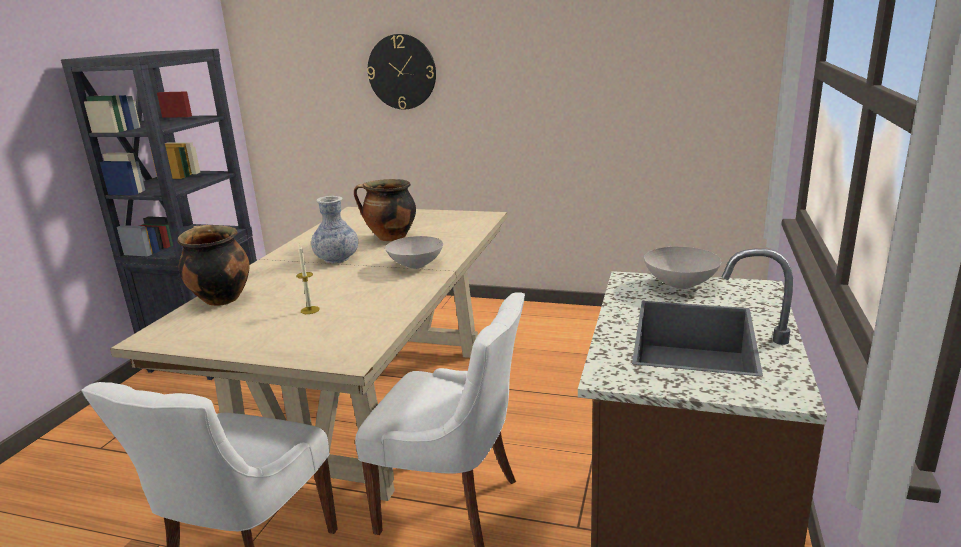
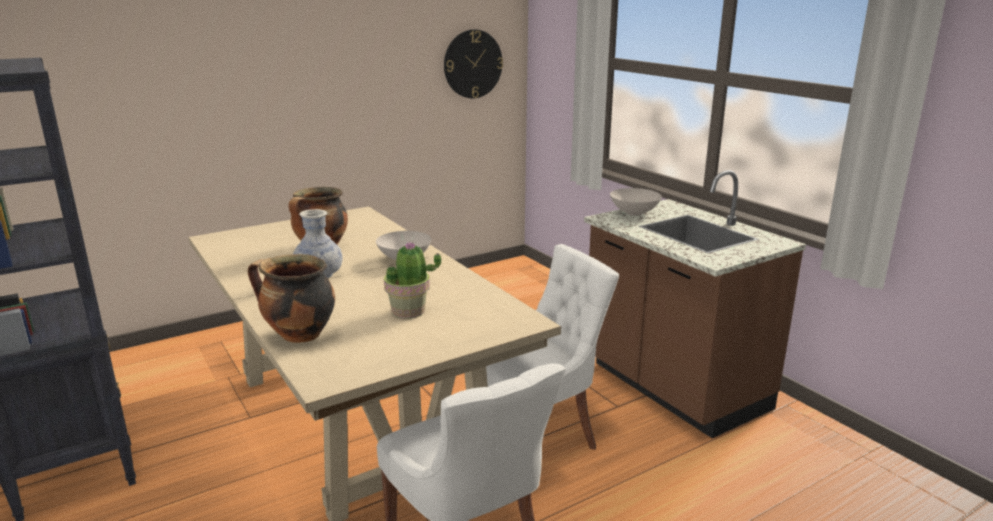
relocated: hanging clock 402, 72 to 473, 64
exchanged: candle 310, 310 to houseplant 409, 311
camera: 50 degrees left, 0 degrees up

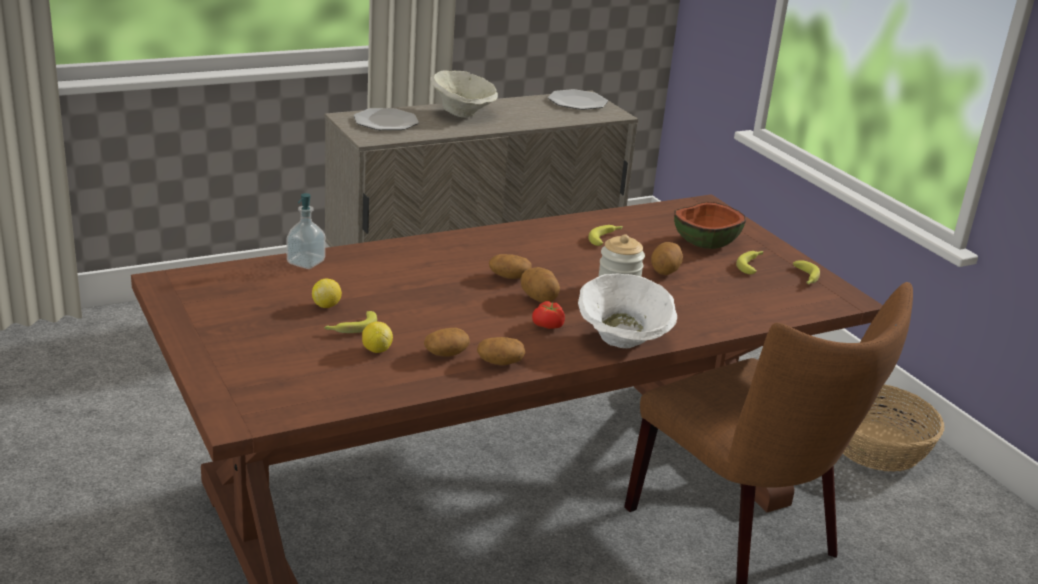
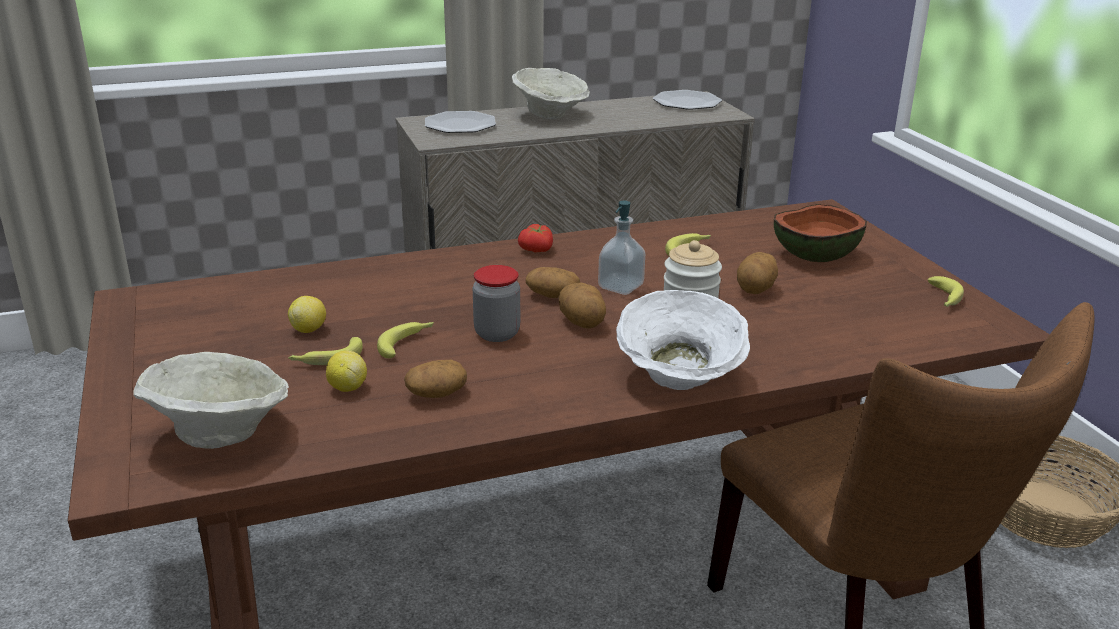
missing: potato 500, 362
appeared: storage jar 497, 334; bowl (beige-coloured) 222, 435
relocated: soap dispenser 306, 262 to 620, 287; whole banana 752, 265 to 407, 343; fresh tomato 549, 326 to 537, 250
camera: 10 degrees right, 0 degrees up

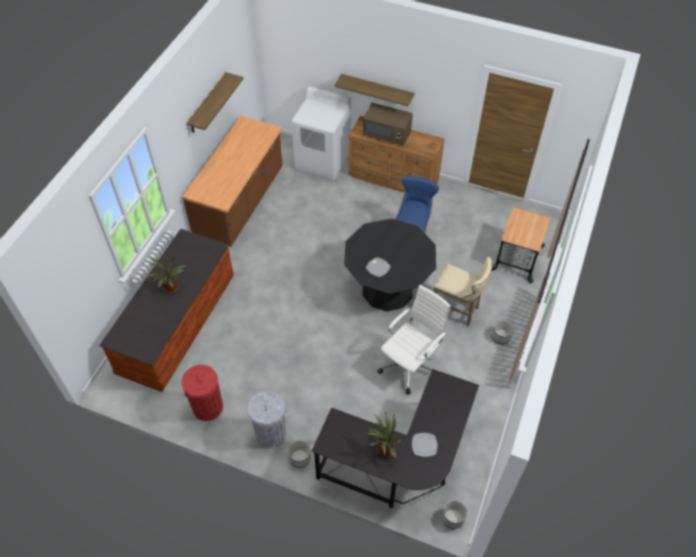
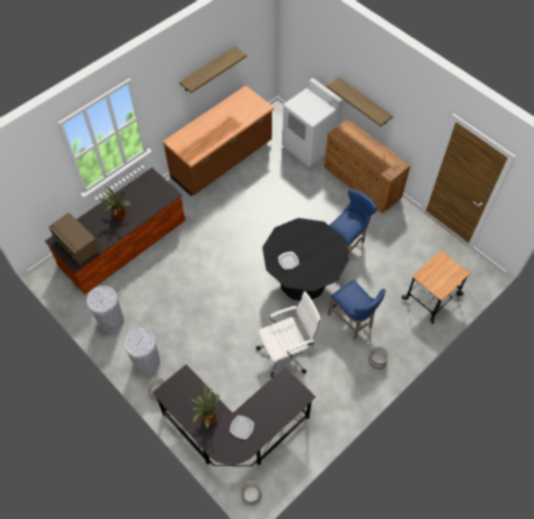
relocated: microwave (brown-coloured) 387, 134 to 78, 246
colour: stool seat (beige-coloured) 456, 310 to stool seat (bluish) 352, 322; rubbish bin (red-coloured) 208, 407 to rubbish bin (greyish) 111, 321
camera: 25 degrees right, 5 degrees up

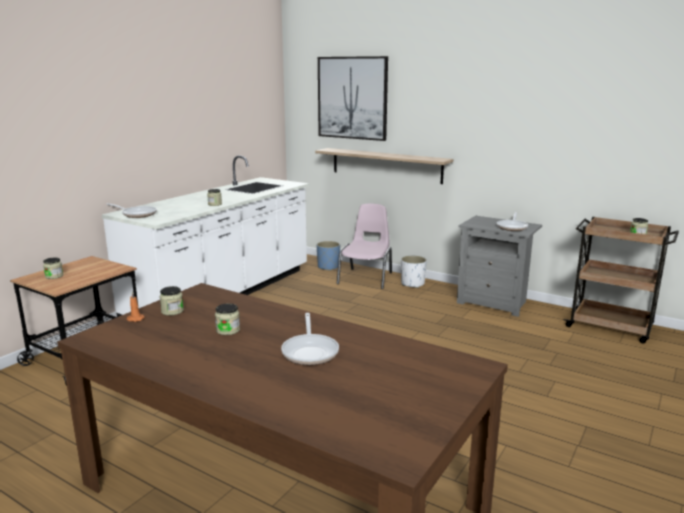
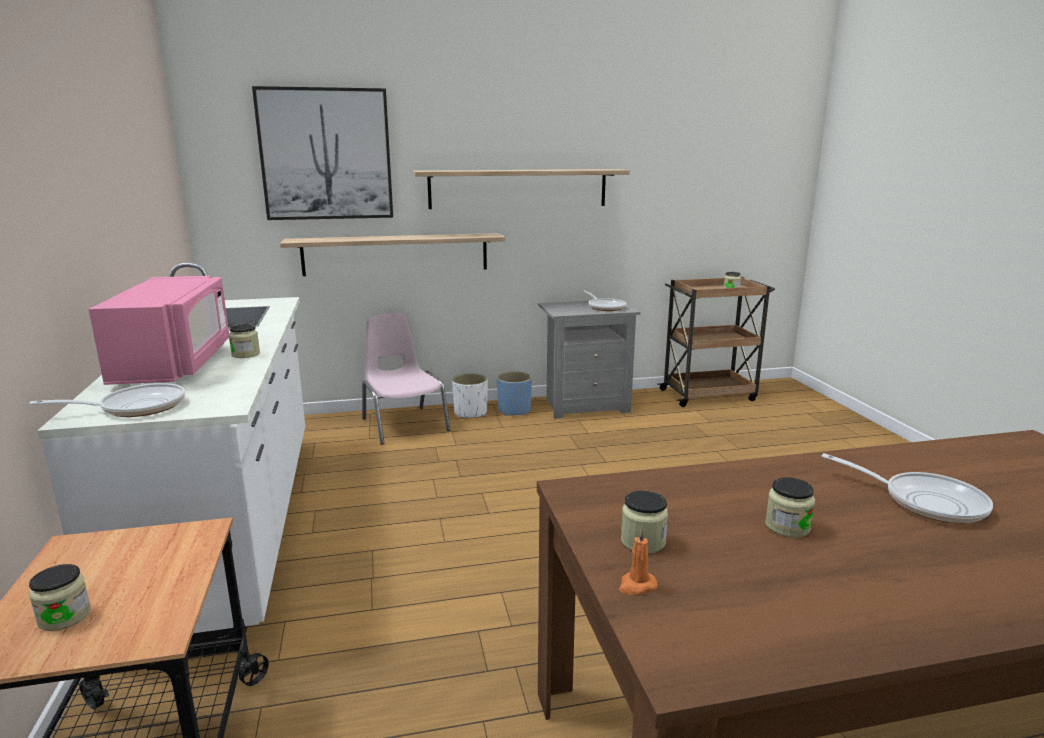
appeared: shelf 518, 188; microwave (pink-coloured) 175, 364
relocated: flower pot (bluish) 328, 267 to 514, 410
camera: 45 degrees left, 0 degrees up

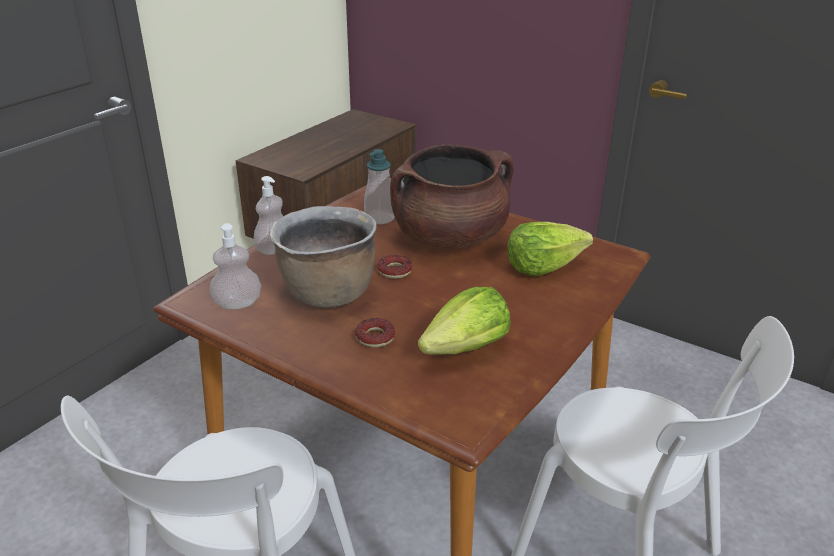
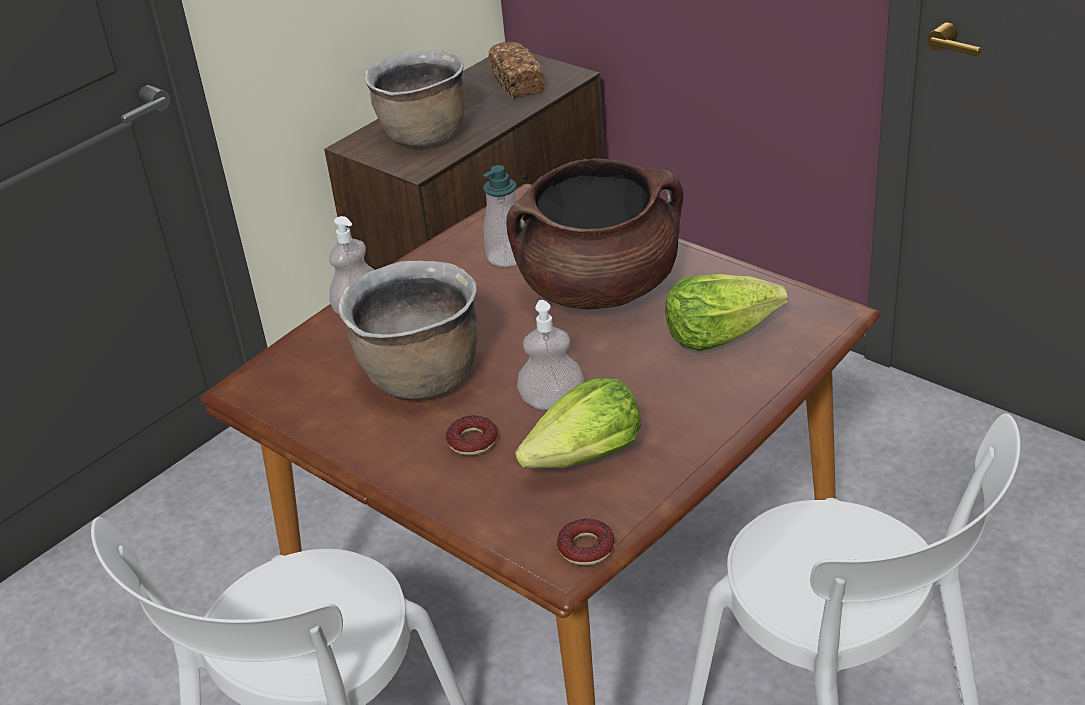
appeared: bakery bread 517, 84; saucepot (brown-coloured) 423, 136
relocated: soap dispenser 237, 303 to 552, 401; donut 395, 271 to 586, 548
camera: 10 degrees right, 5 degrees up

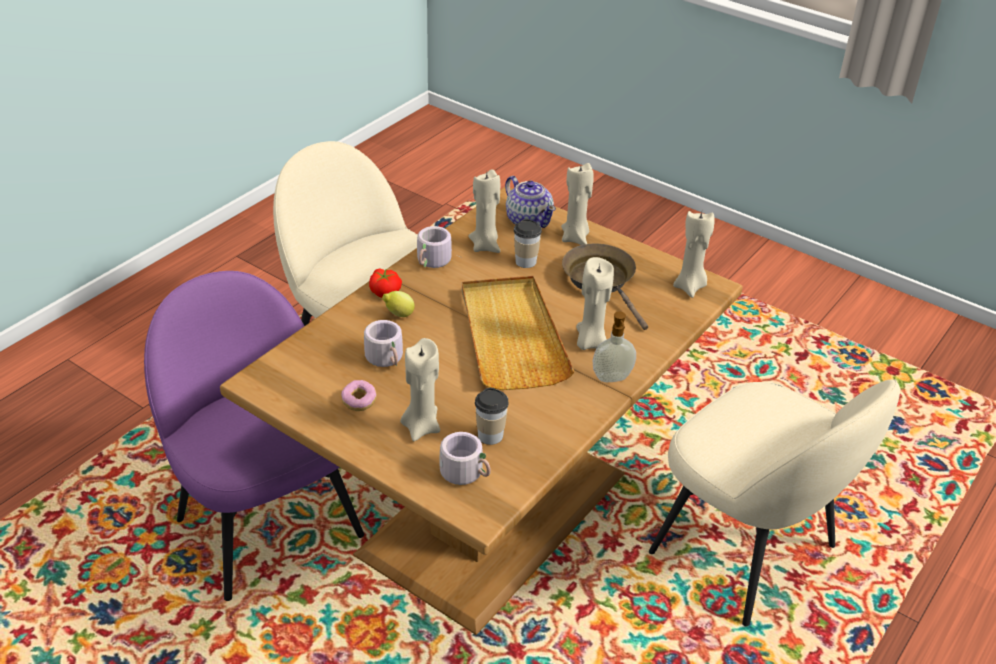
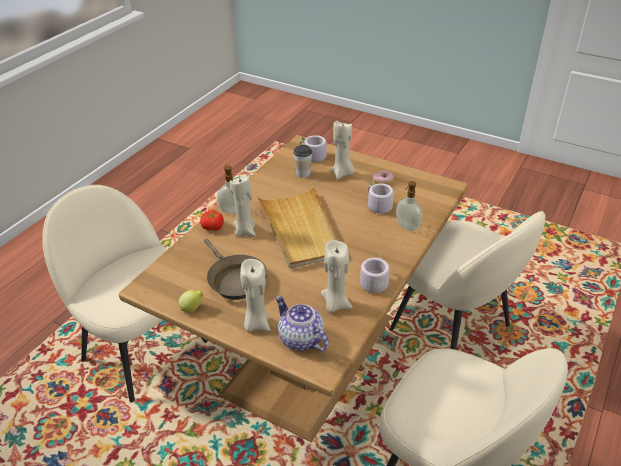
missing: candle (beige-coloured) 690, 287; small cup 525, 262
appeared: soap dispenser 407, 227
relocated: fresh tomato 385, 291 to 212, 227; lemon 398, 315 to 192, 308
colour: upright chair (purple-coloured) 268, 524 to upright chair (beige-coloured) 452, 330
camera: 175 degrees right, 0 degrees up

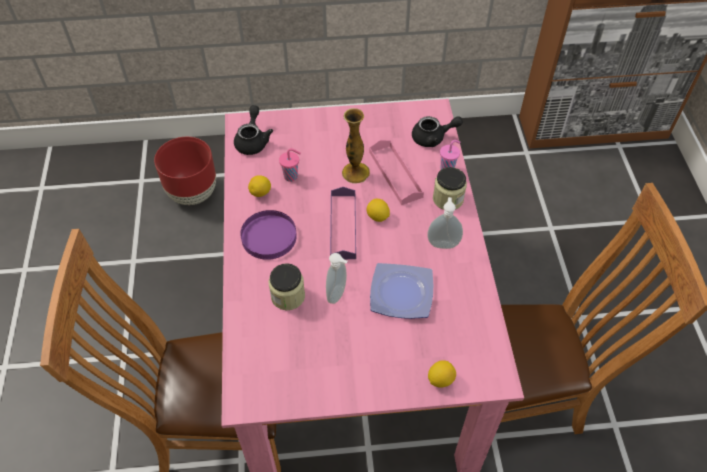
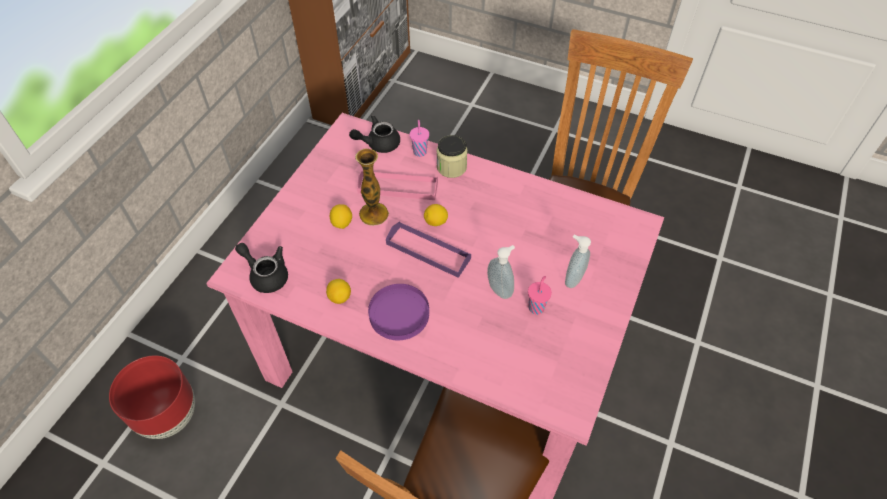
missing: storage jar 288, 296; plate 400, 294
relocated: small cup (pink-coloured) 291, 176 to 536, 307; soap dispenser 443, 243 to 572, 278; lemon 440, 379 to 342, 223
spun: teapot (black) 433, 138 = 378, 143 135 degrees counterclockwise
camera: 60 degrees left, 0 degrees up

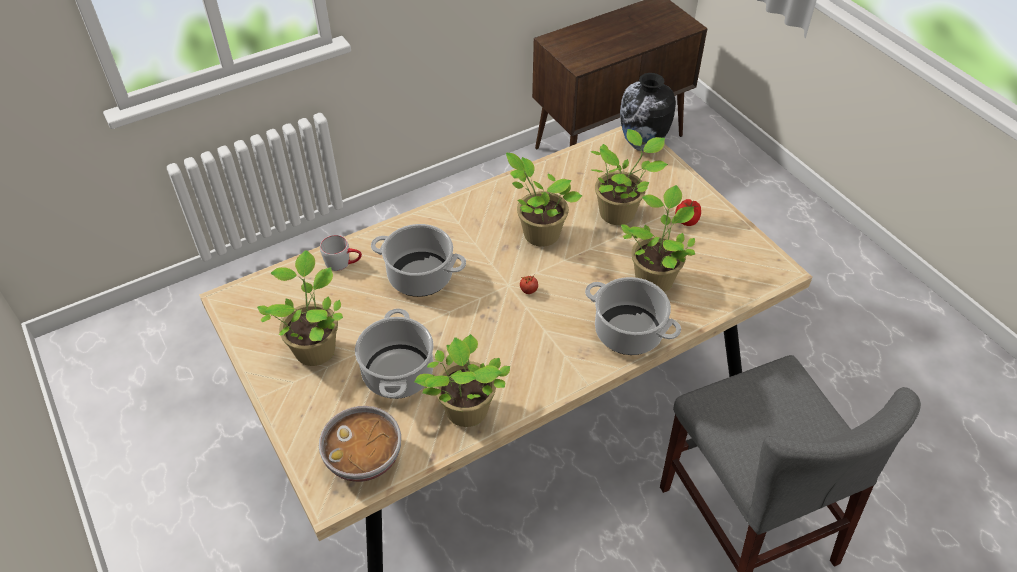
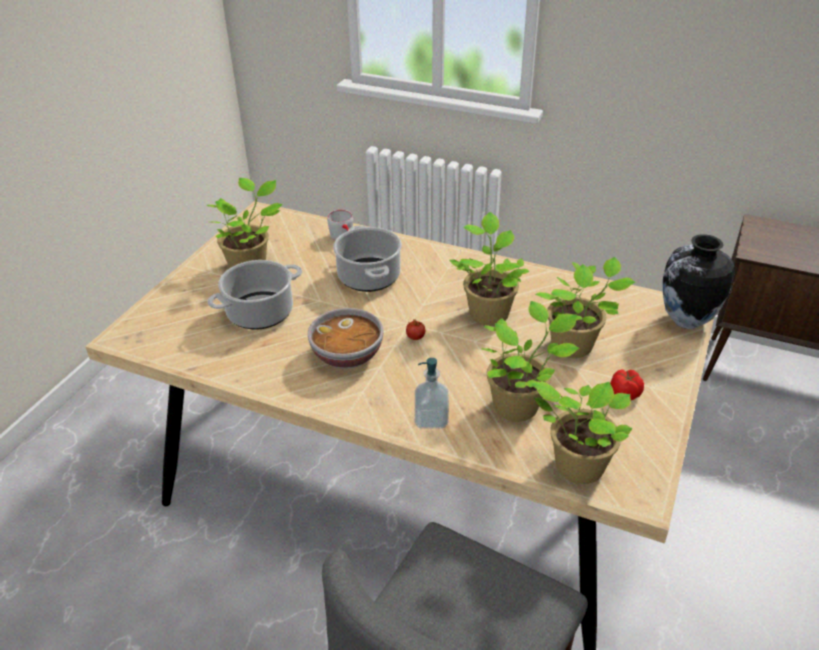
relocated: houseplant 464, 412 to 575, 466; bowl 365, 458 to 347, 356
exchanged: saucepot 629, 332 to soap dispenser 431, 419
camera: 55 degrees right, 10 degrees down

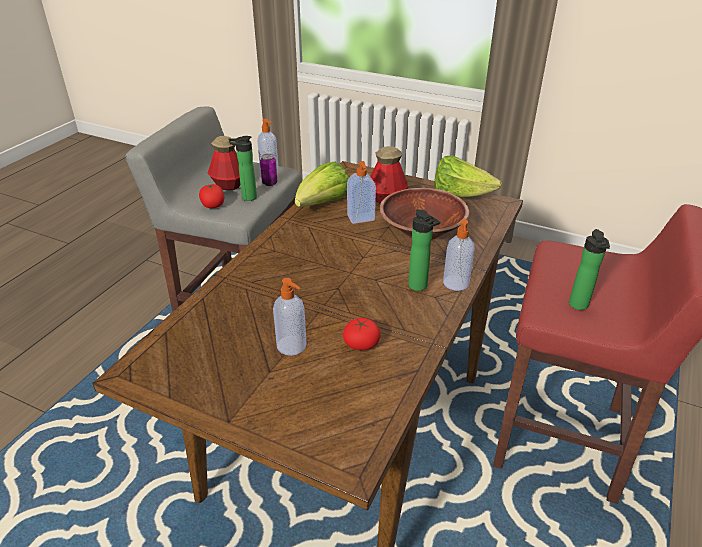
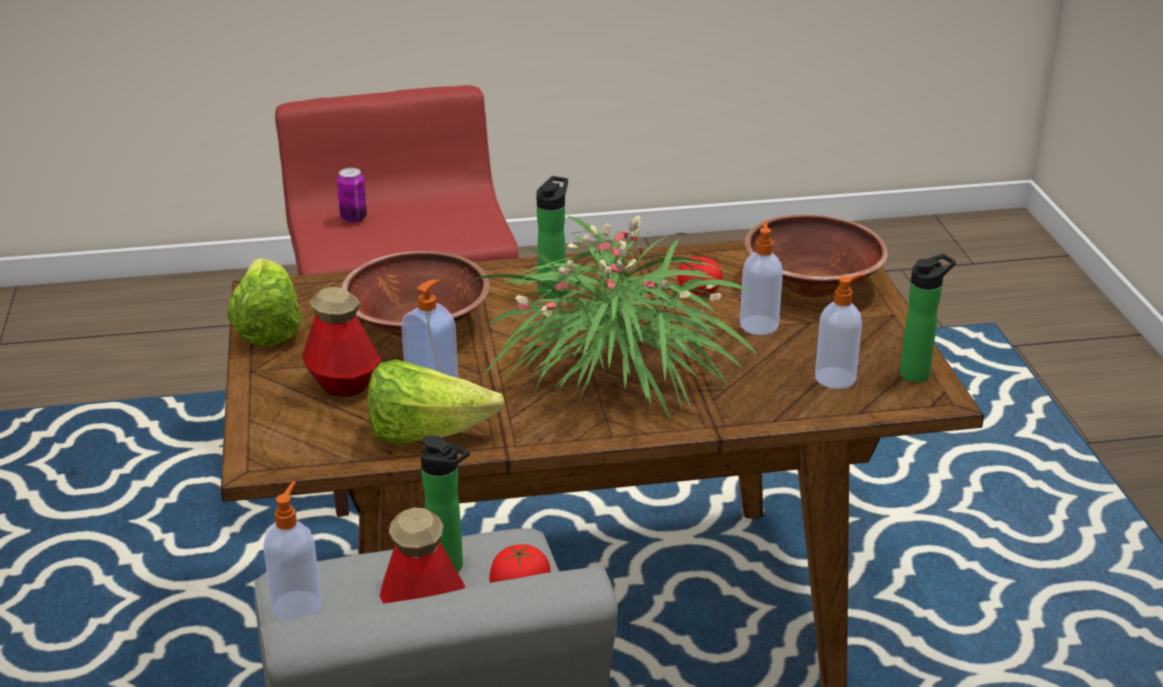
appeared: bowl (brown-coloured) 811, 284; houseplant 618, 369
relocated: can 269, 183 to 353, 218; soap dispenser 456, 283 to 836, 378; beverage bottle 579, 306 to 918, 373
camera: 125 degrees left, 5 degrees down

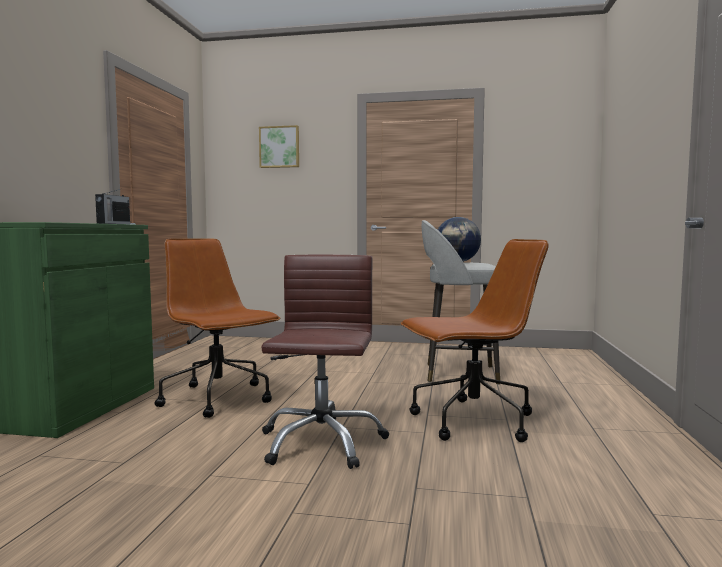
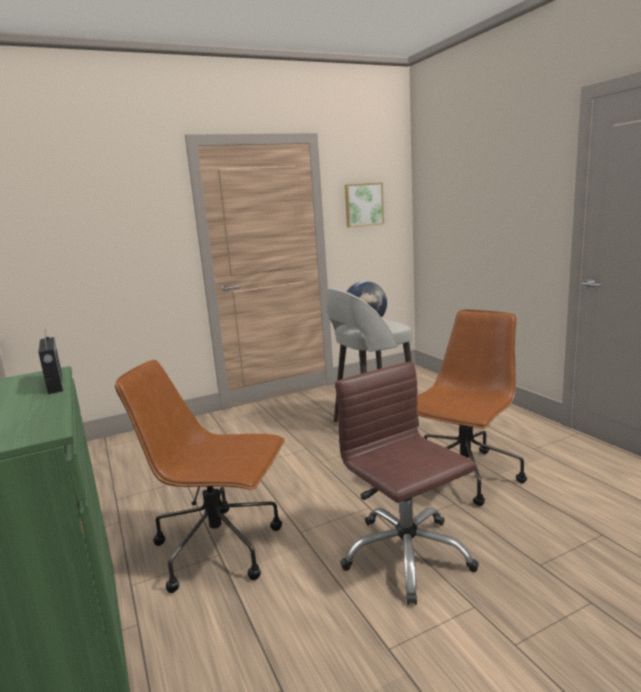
relocated: picture 279, 147 to 363, 204
camera: 35 degrees left, 10 degrees up

